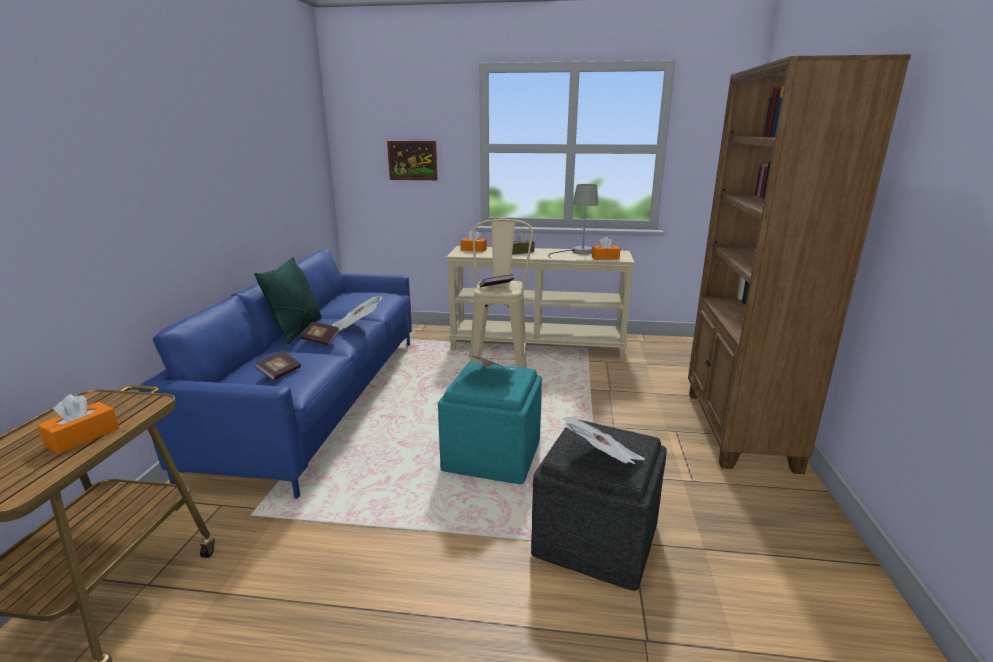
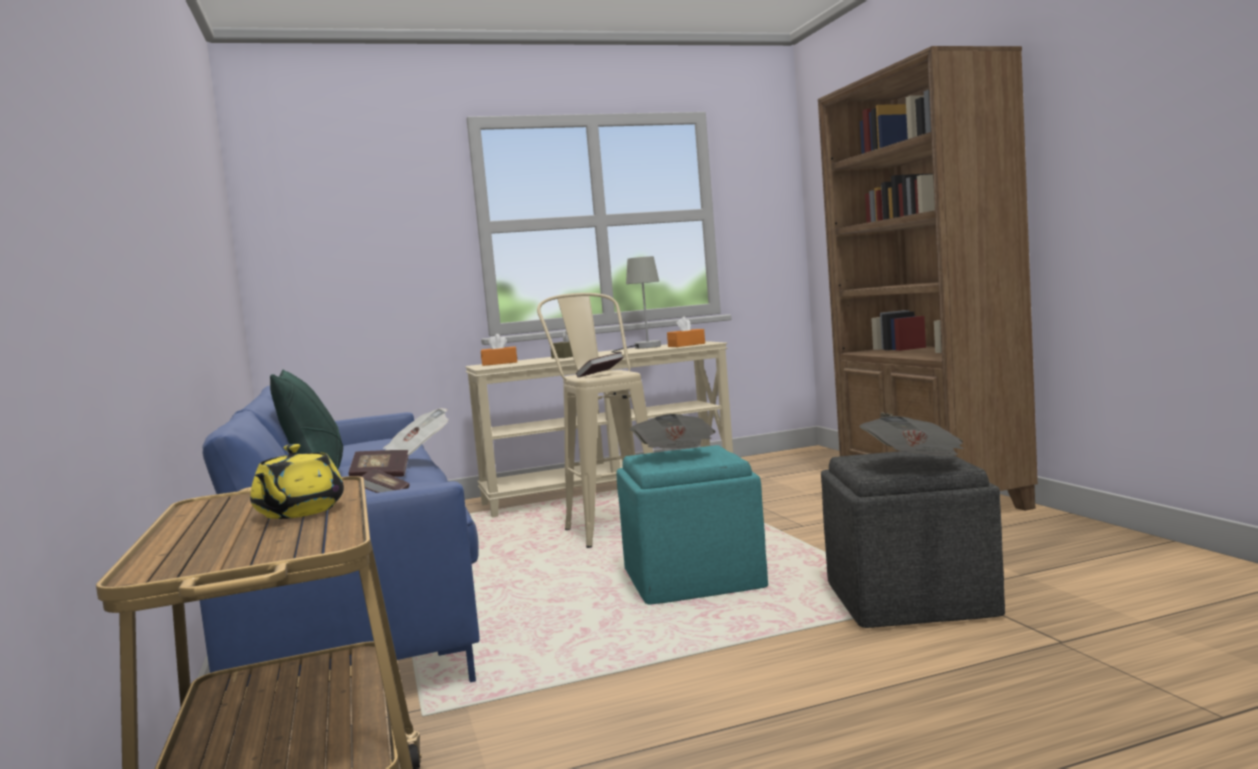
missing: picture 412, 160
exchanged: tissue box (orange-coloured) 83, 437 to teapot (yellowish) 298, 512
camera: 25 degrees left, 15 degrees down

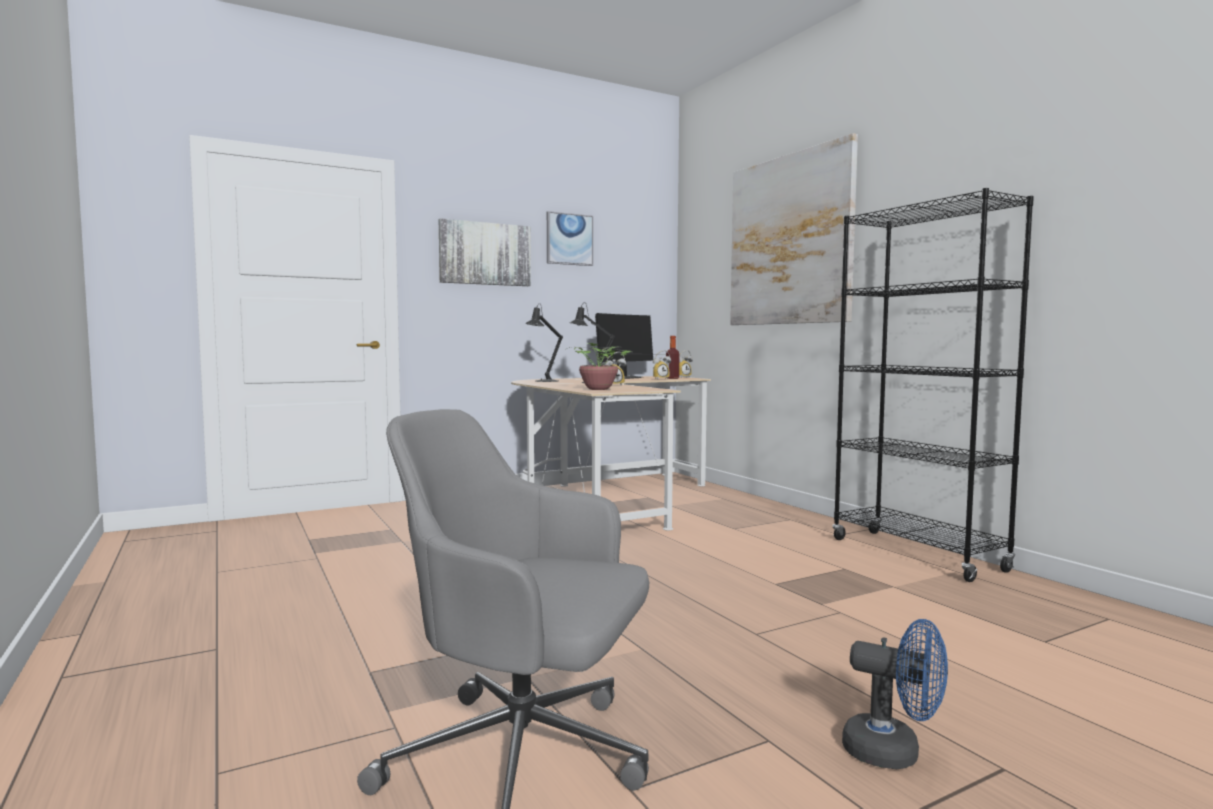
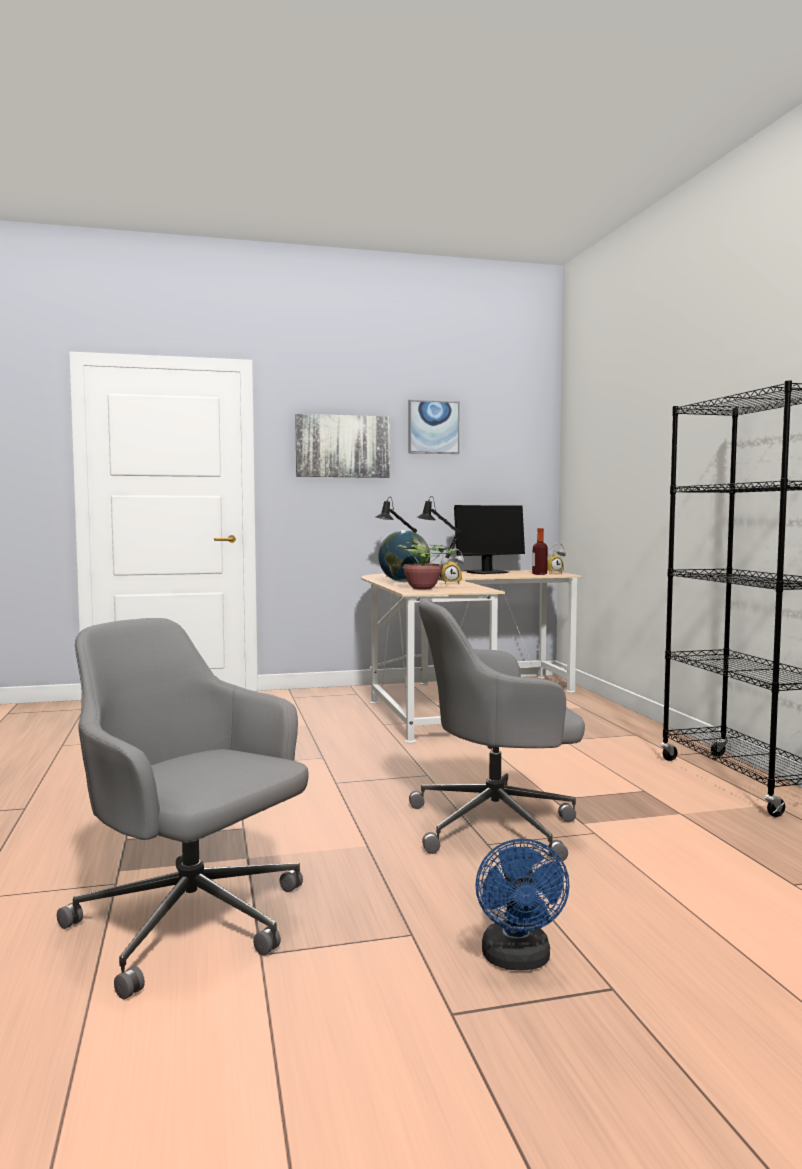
missing: picture 789, 240; bedside clock 660, 379
appeared: world globe 403, 582; desk chair (greyish) 497, 825
spun: fan (bluish) 894, 753 = 518, 960 45 degrees clockwise
camera: 15 degrees right, 0 degrees up

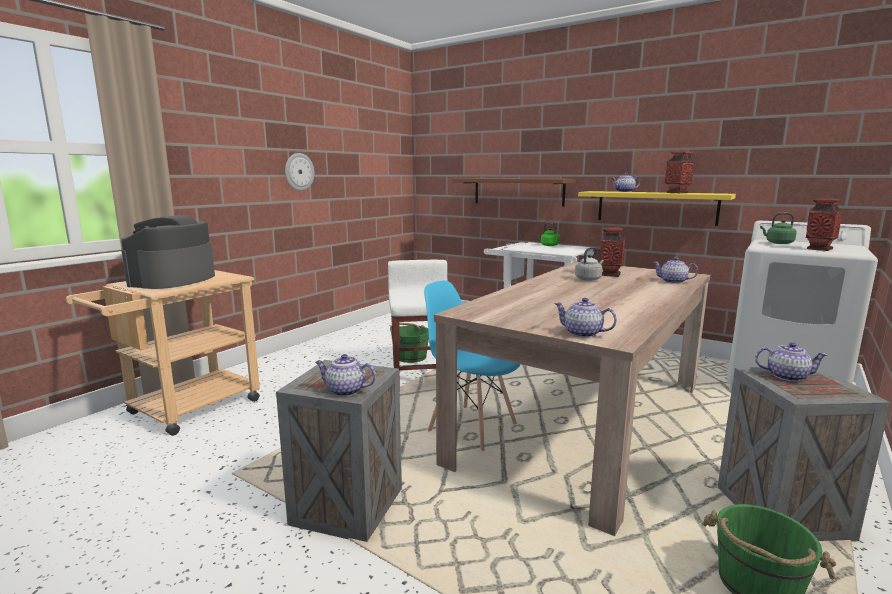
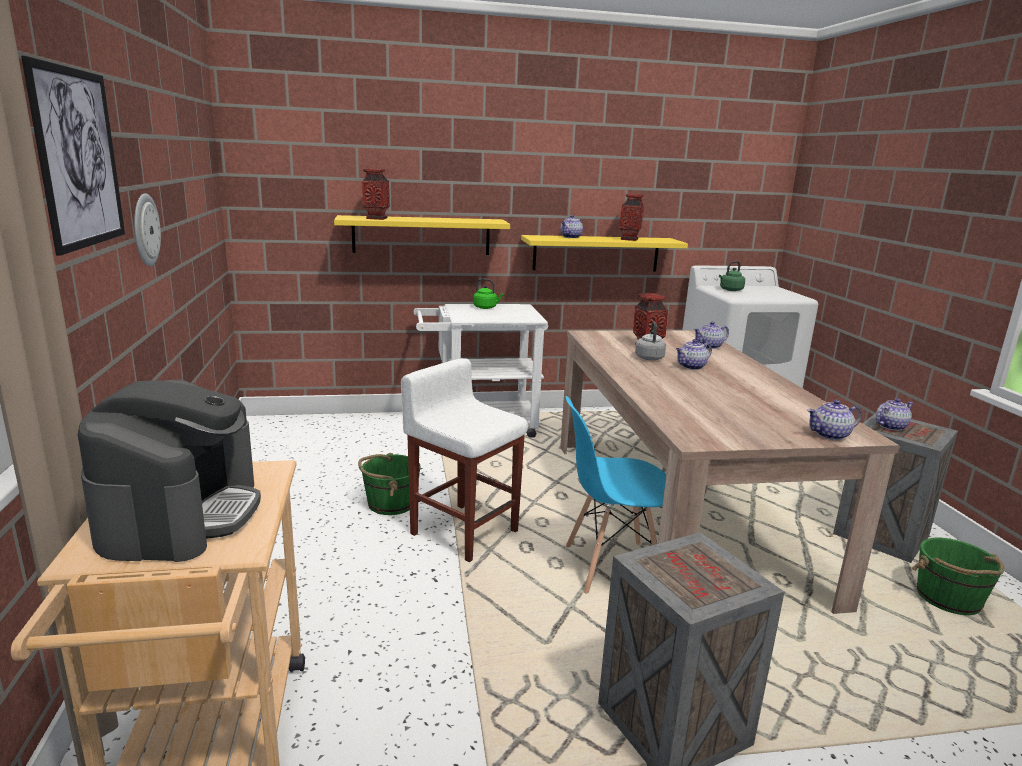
appeared: picture 79, 158
relocated: vase 819, 249 to 376, 218; teapot 345, 391 to 691, 367
colour: shelf (brown-coloured) 518, 191 to shelf (yellowish) 421, 235
spun: coffee brewer 173, 280 = 181, 514 150 degrees counterclockwise
camera: 45 degrees left, 5 degrees up

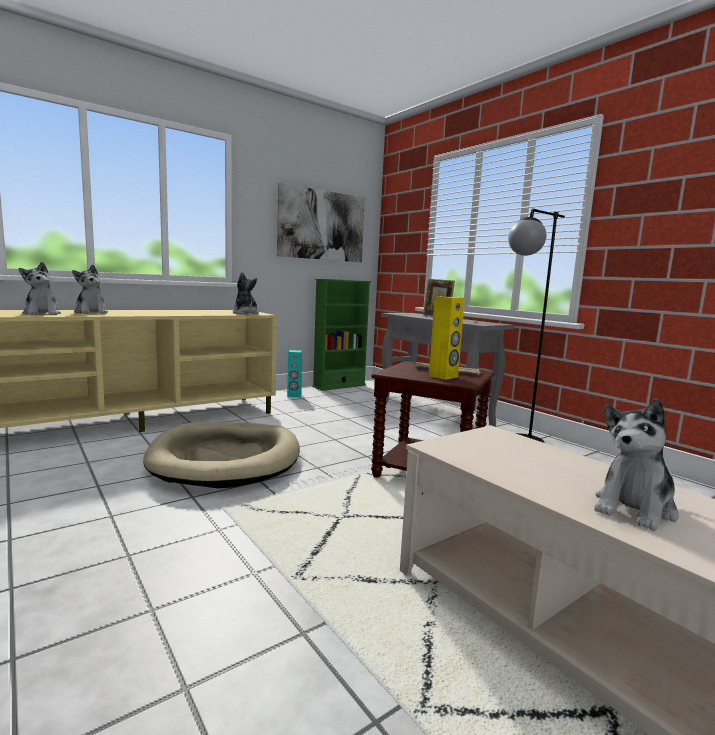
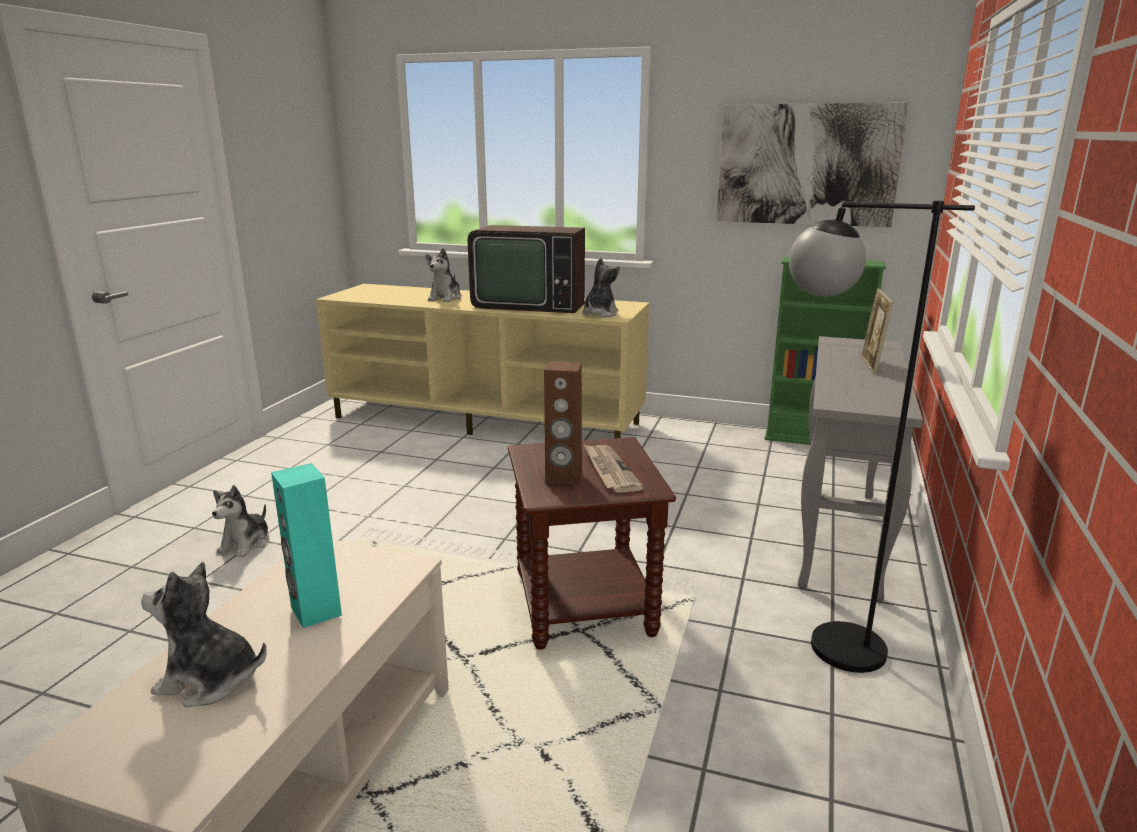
missing: dog bed (beige-coloured) 226, 459
appeared: TV set 529, 304
relocated: cuddly toy 42, 313 to 246, 544; audio speaker (blue-green) 294, 395 to 315, 611
colour: audio speaker (yellowish) 443, 376 to audio speaker (brown-coloured) 563, 478
camera: 55 degrees right, 10 degrees up

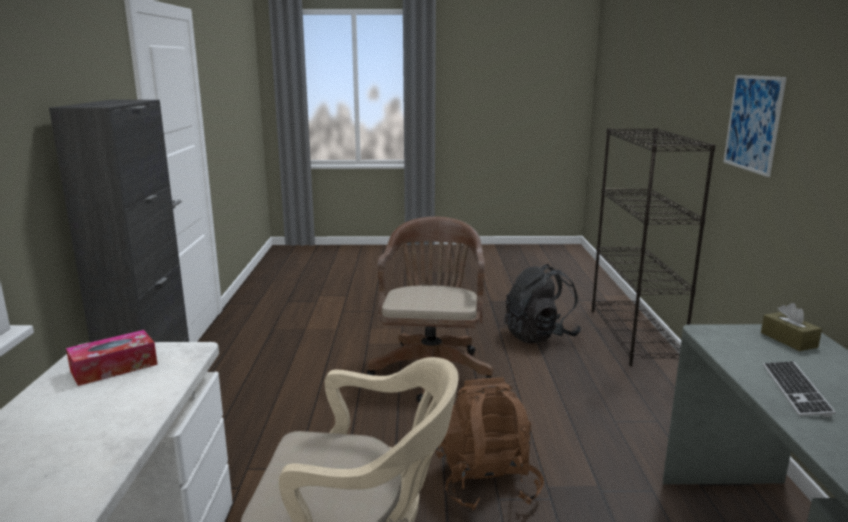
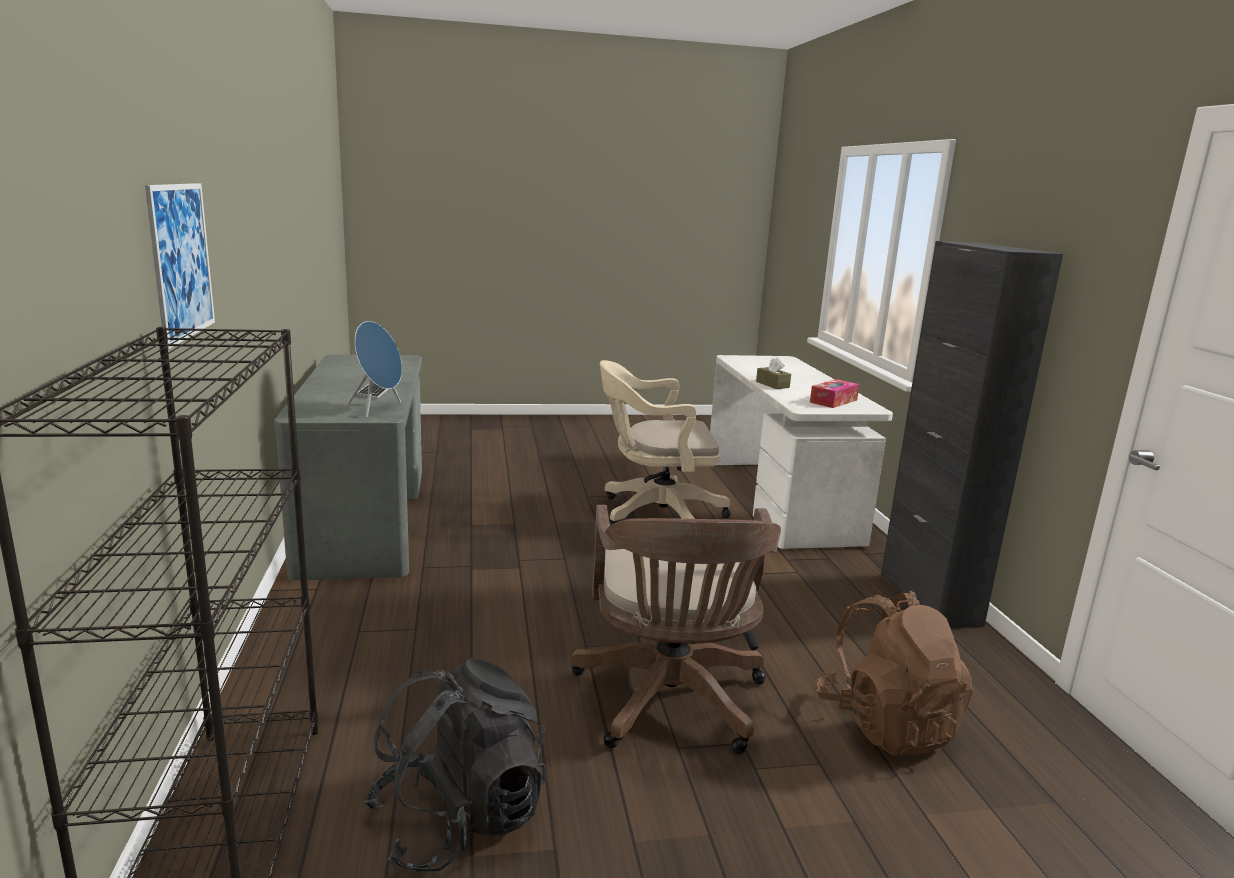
appeared: audio speaker (bluish) 378, 409
relocated: tissue box (brown-coloured) 788, 340 to 772, 384; backpack (brown-coloured) 486, 482 to 886, 724
camera: 170 degrees right, 0 degrees up

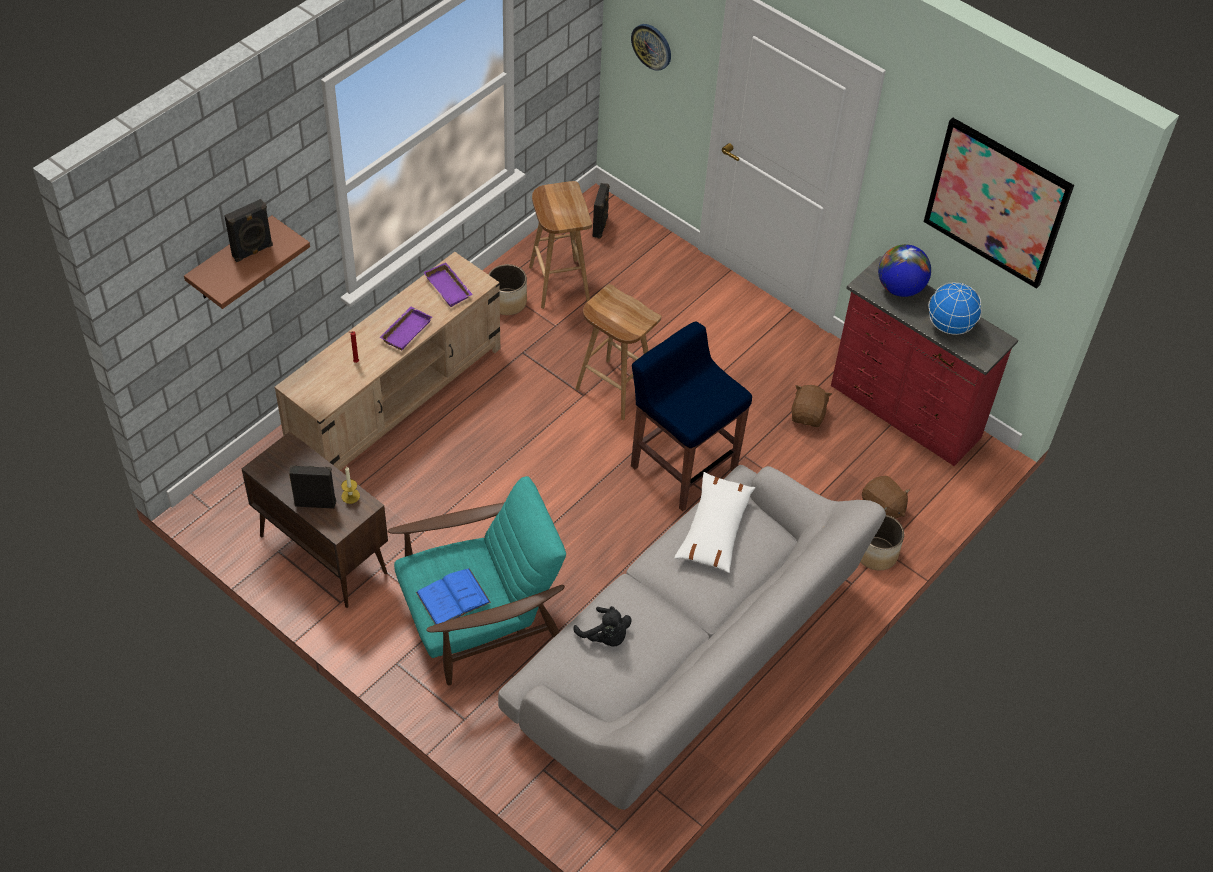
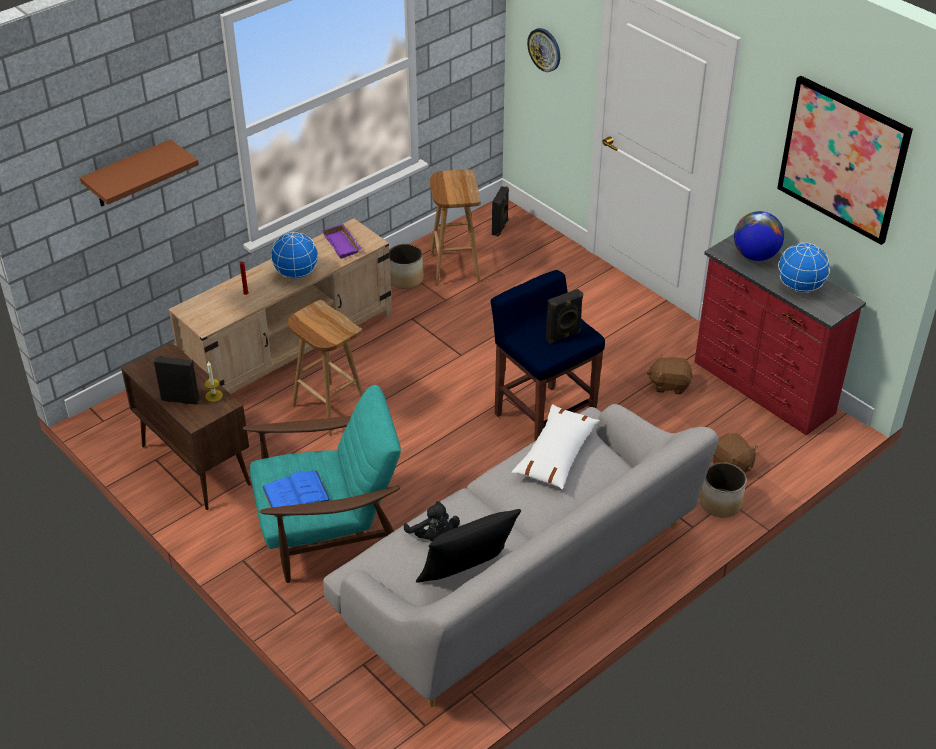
appeared: throw pillow (black) 468, 576
relocated: audio speaker (black) 253, 251 to 563, 336; stool seat (brown-coloured) 614, 389 to 329, 408
exchanged: tray (purple-coloured) 405, 330 to world globe 296, 274
spun: cuddly toy (brown-coloured) 808, 415 = 669, 384 105 degrees counterclockwise
camera: 10 degrees right, 10 degrees down

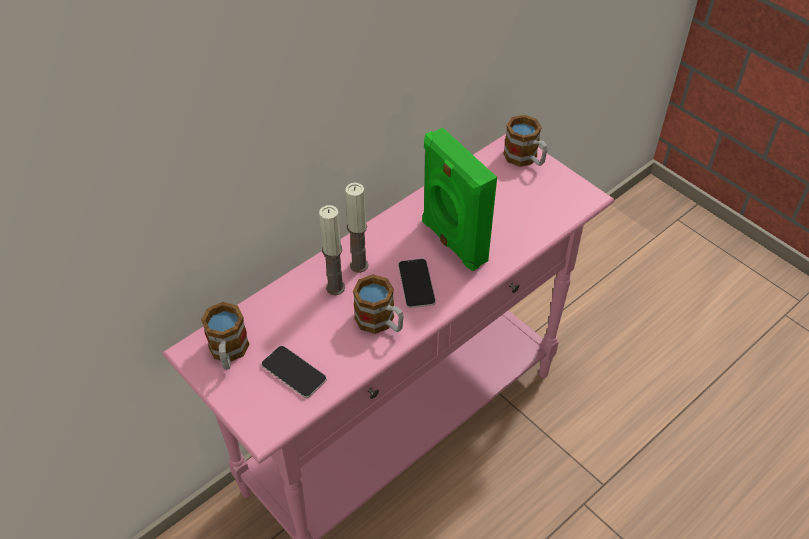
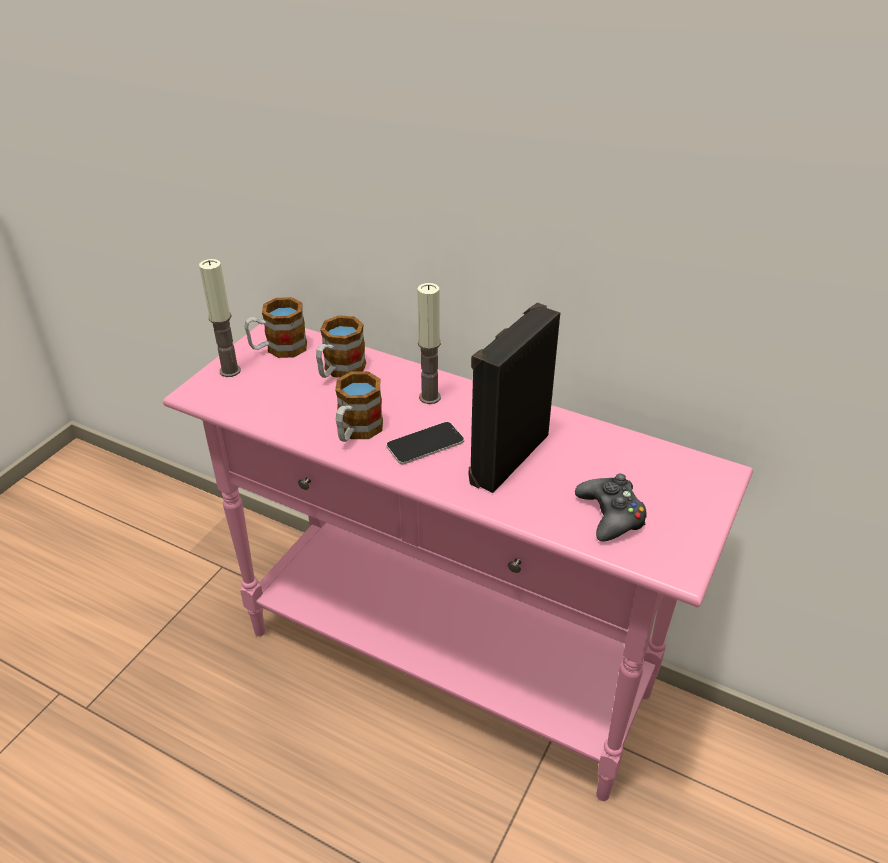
missing: telephone 294, 372
appeared: joypad (black) 611, 515
relocated: tea mug 525, 159 to 339, 371; candle 335, 287 to 230, 371
colour: audio speaker (greenish) 452, 242 to audio speaker (black) 506, 457
camera: 70 degrees right, 10 degrees down

